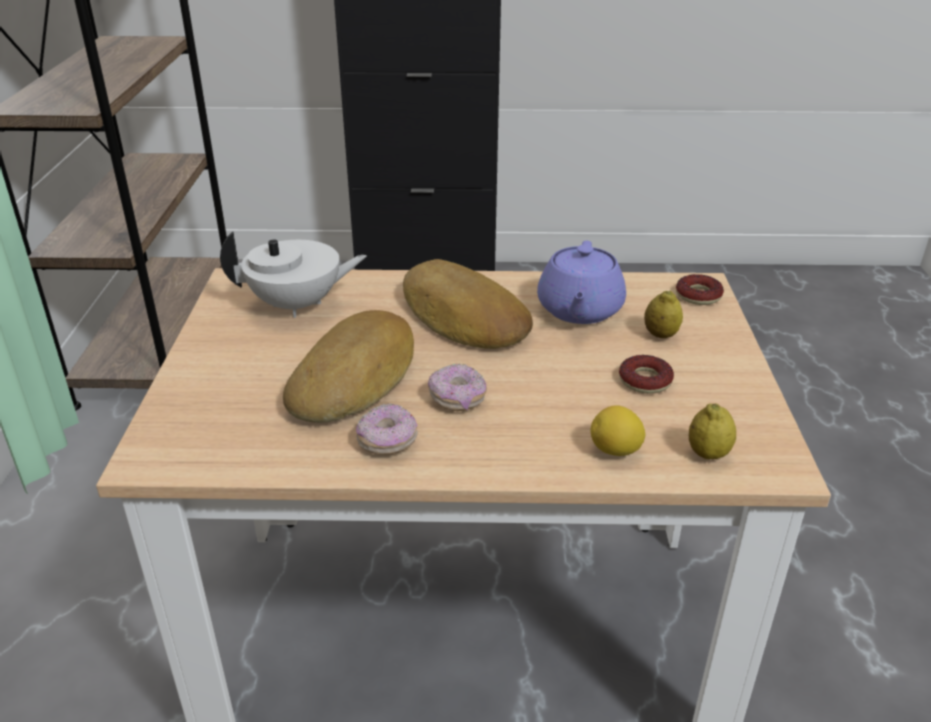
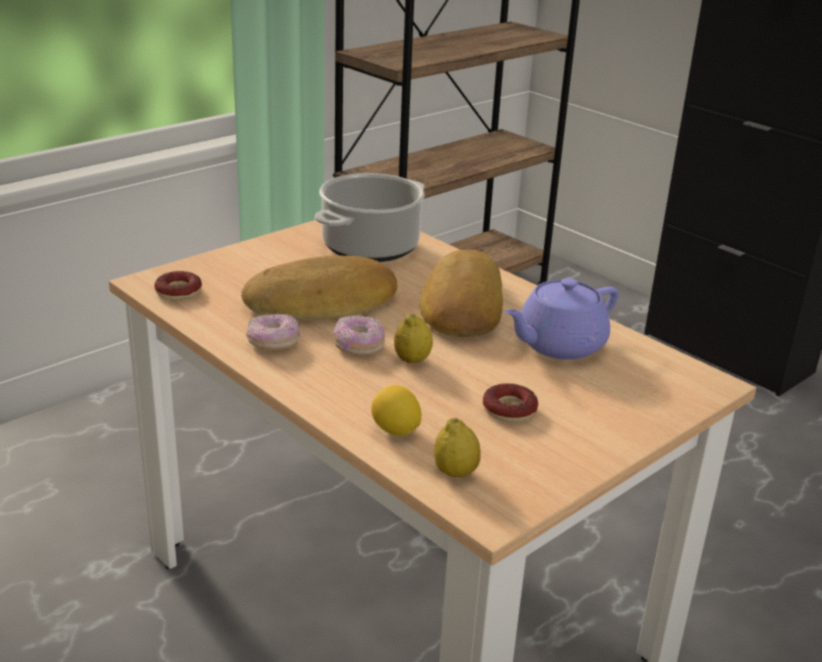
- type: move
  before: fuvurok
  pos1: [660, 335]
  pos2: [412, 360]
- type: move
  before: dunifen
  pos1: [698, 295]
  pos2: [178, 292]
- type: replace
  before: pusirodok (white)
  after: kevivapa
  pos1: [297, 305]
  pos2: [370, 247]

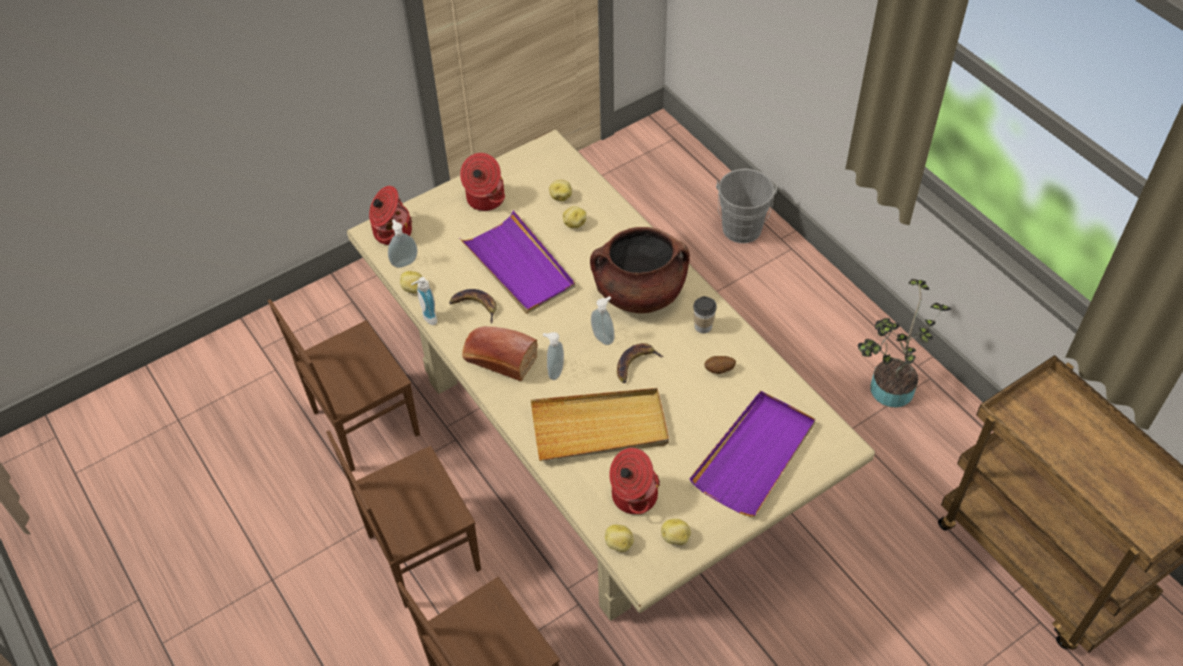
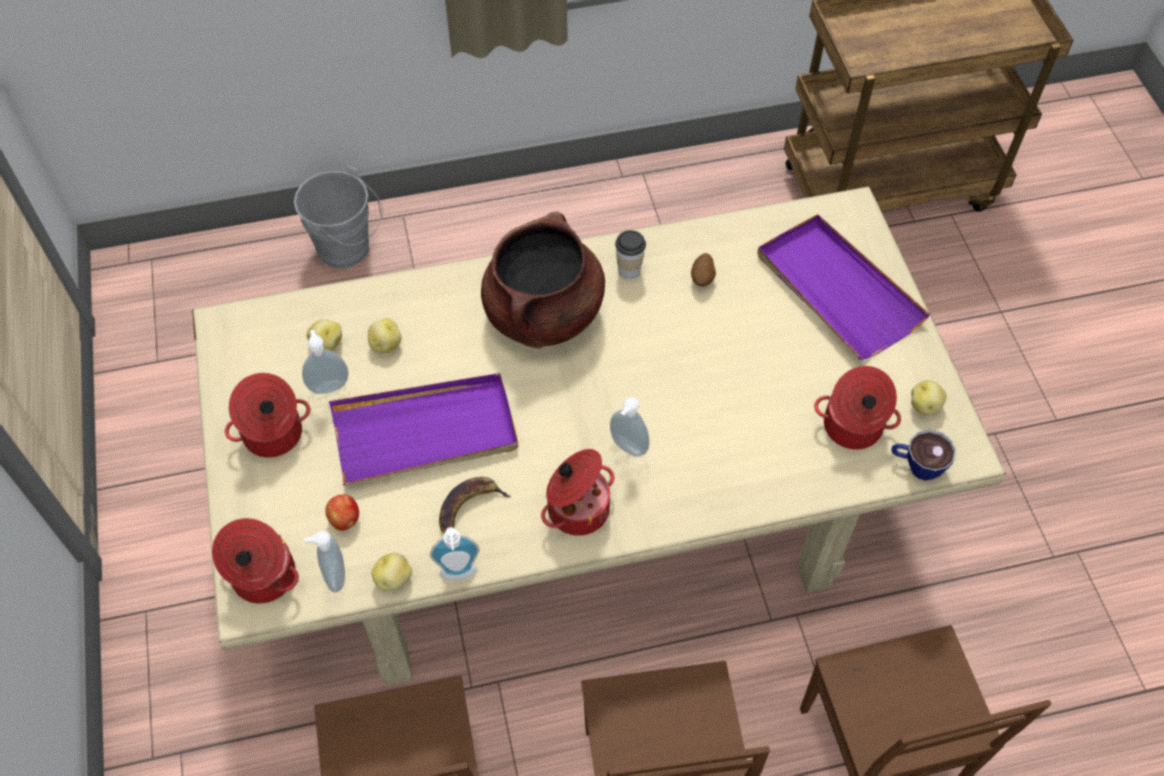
- type: delete
  before: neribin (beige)
  pos1: [600, 427]
- type: delete
  before: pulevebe
  pos1: [635, 364]
- type: delete
  before: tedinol
  pos1: [887, 391]
- type: insert
  after: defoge
  pos2: [345, 520]
- type: move
  before: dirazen
  pos1: [604, 337]
  pos2: [329, 385]
- type: replace
  before: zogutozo
  after: kevivapa
  pos1: [498, 359]
  pos2: [577, 508]
- type: replace
  before: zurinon
  after: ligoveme
  pos1: [619, 544]
  pos2: [916, 465]

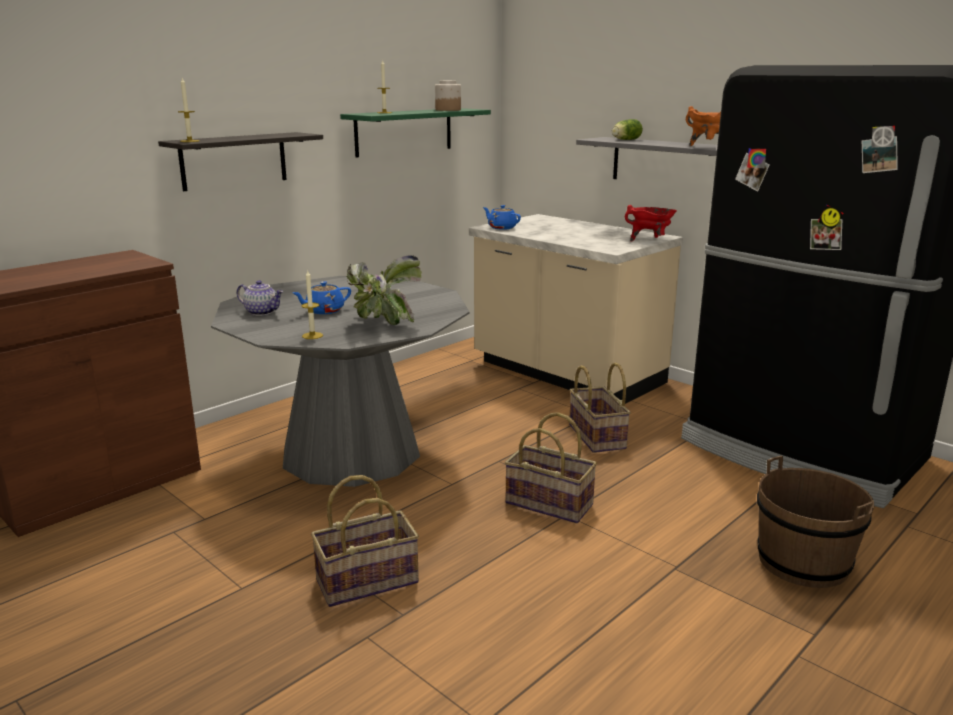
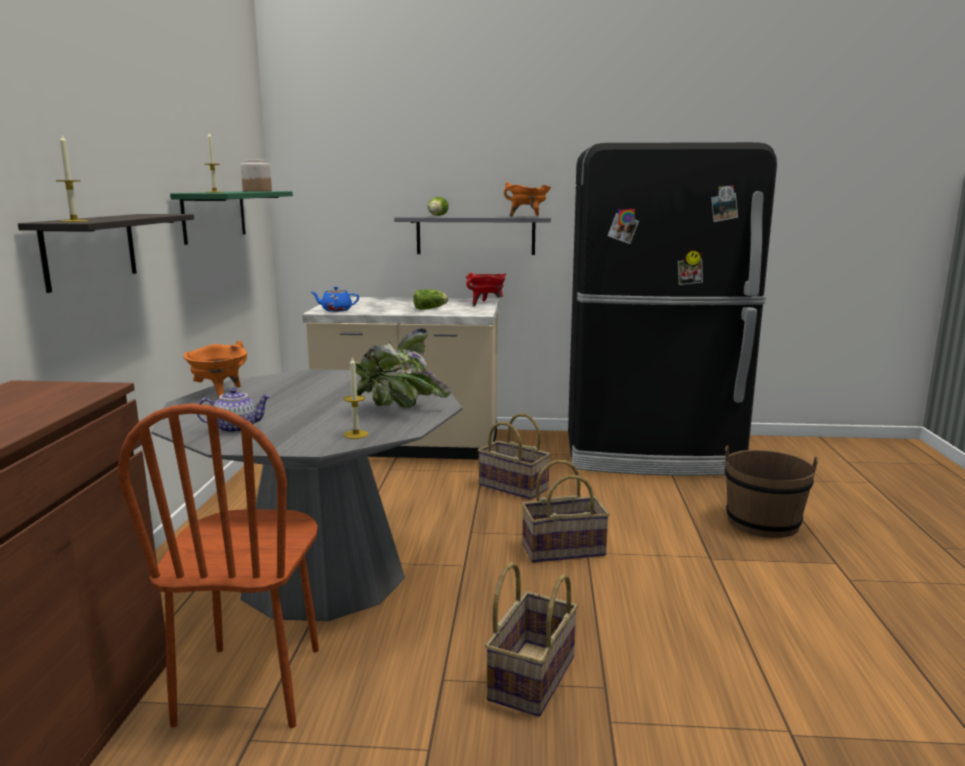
- type: delete
  before: pusirodok (blue)
  pos1: [324, 311]
- type: insert
  after: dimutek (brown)
  pos2: [251, 685]
- type: insert
  after: kevivapa (orange)
  pos2: [219, 393]
- type: insert
  after: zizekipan
  pos2: [431, 308]

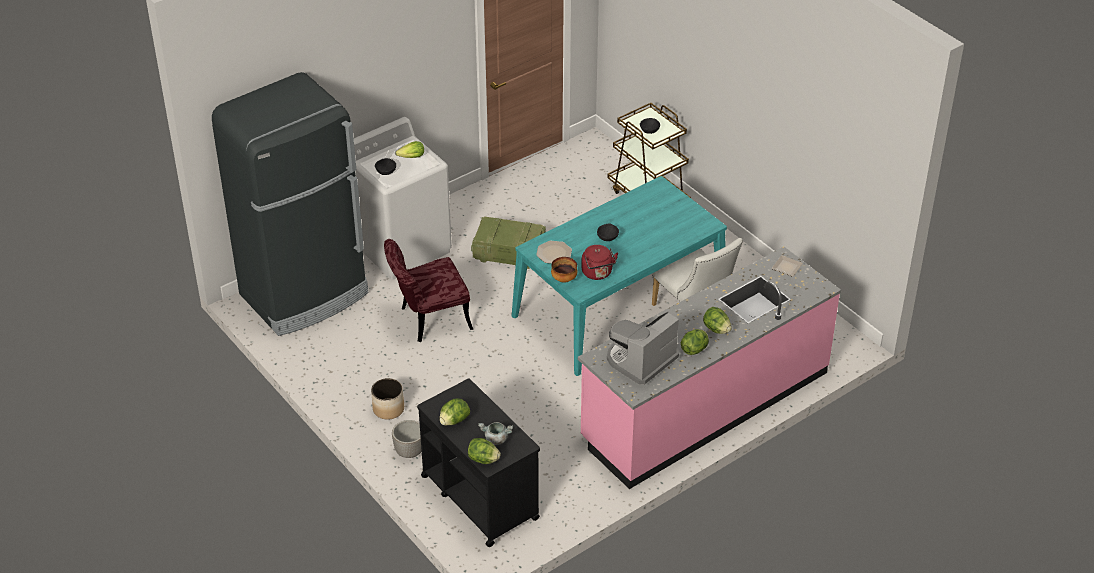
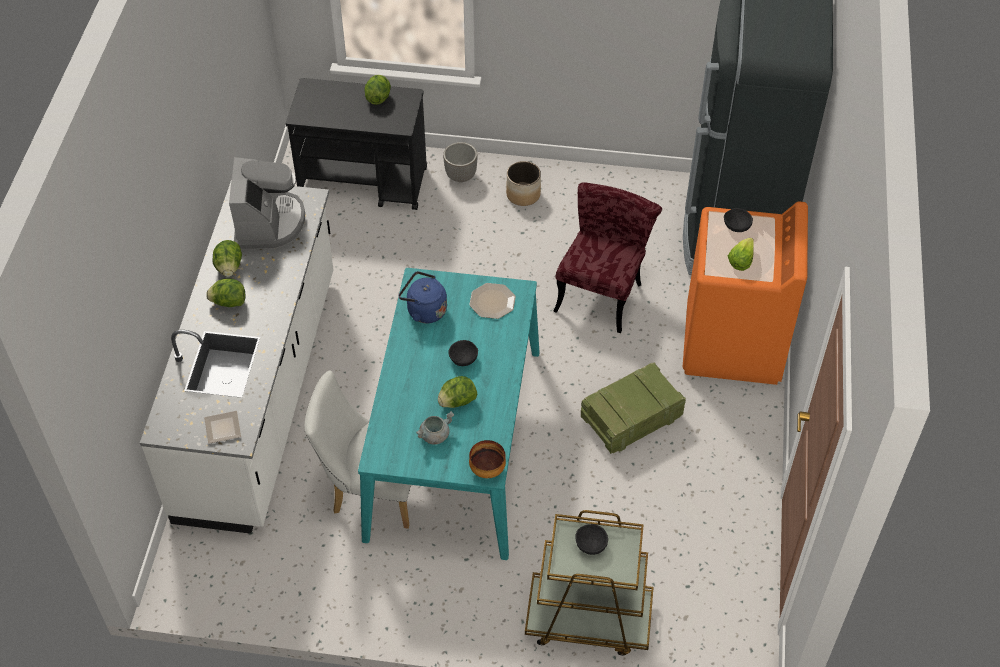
- type: move
  before: zizekipan
  pos1: [483, 459]
  pos2: [457, 401]
- type: move
  before: kevivapa (grey)
  pos1: [496, 439]
  pos2: [435, 435]
- type: move
  before: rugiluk
  pos1: [564, 279]
  pos2: [487, 470]
- type: recolor
  before: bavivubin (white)
  after: bavivubin (orange)
  pos1: [402, 247]
  pos2: [733, 344]
- type: recolor
  before: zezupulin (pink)
  after: zezupulin (white)
  pos1: [704, 406]
  pos2: [260, 394]
- type: recolor
  before: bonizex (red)
  after: bonizex (blue)
  pos1: [598, 273]
  pos2: [424, 310]

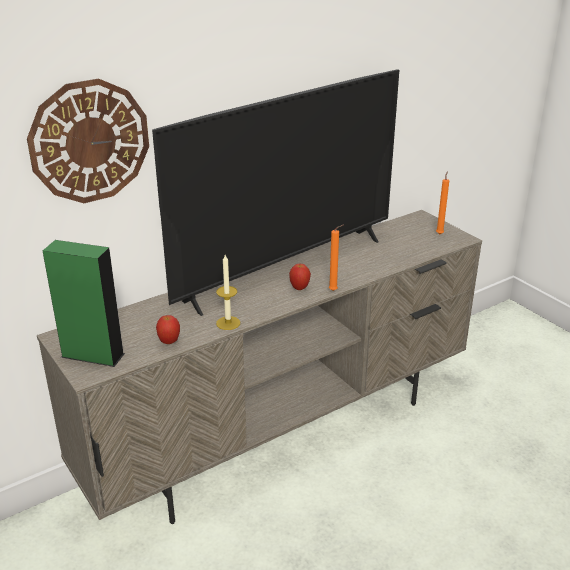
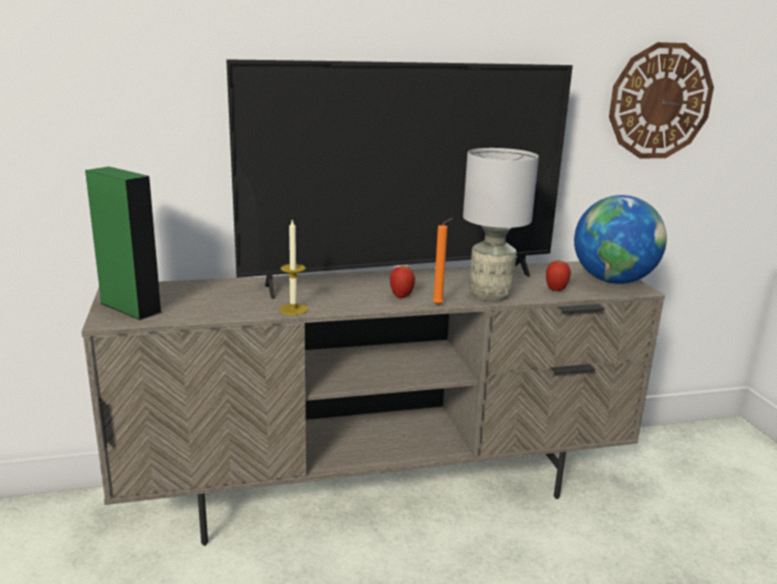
- type: insert
  after: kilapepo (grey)
  pos2: [491, 295]
- type: move
  before: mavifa
  pos1: [89, 141]
  pos2: [660, 101]
- type: move
  before: defoge
  pos1: [169, 342]
  pos2: [556, 290]
- type: replace
  before: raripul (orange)
  after: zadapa
  pos1: [439, 233]
  pos2: [613, 281]

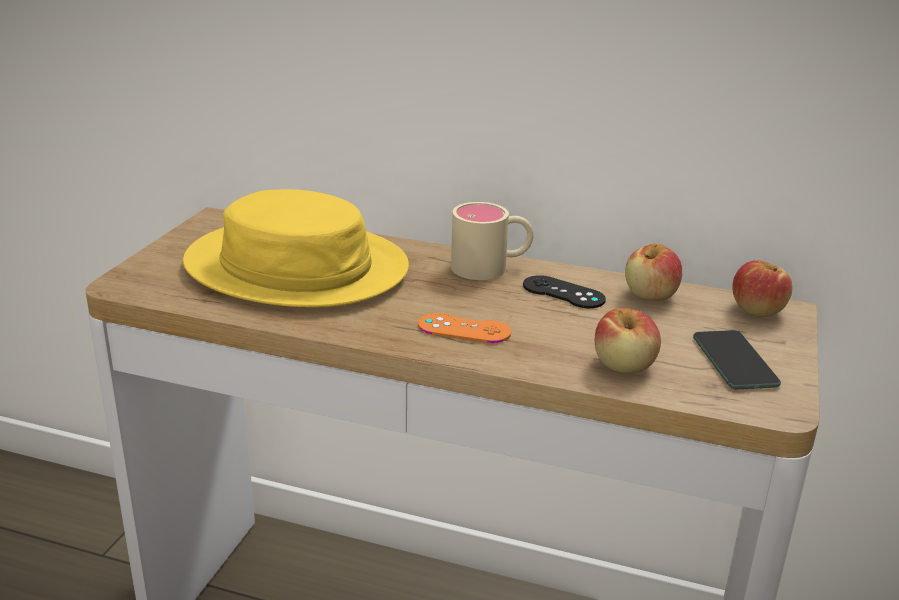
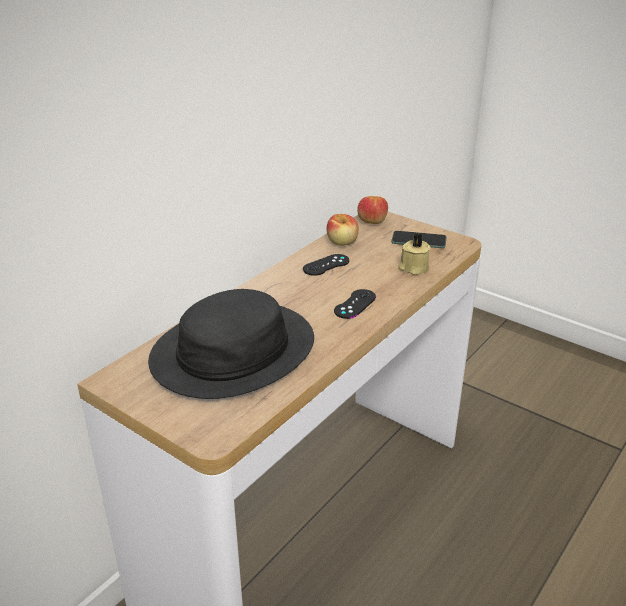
- type: delete
  before: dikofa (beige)
  pos1: [491, 267]
- type: replace
  before: defoge
  after: raripul (beige)
  pos1: [624, 365]
  pos2: [413, 268]
- type: recolor
  before: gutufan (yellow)
  after: gutufan (black)
  pos1: [297, 267]
  pos2: [233, 351]
- type: recolor
  before: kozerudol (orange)
  after: kozerudol (black)
  pos1: [464, 329]
  pos2: [355, 304]

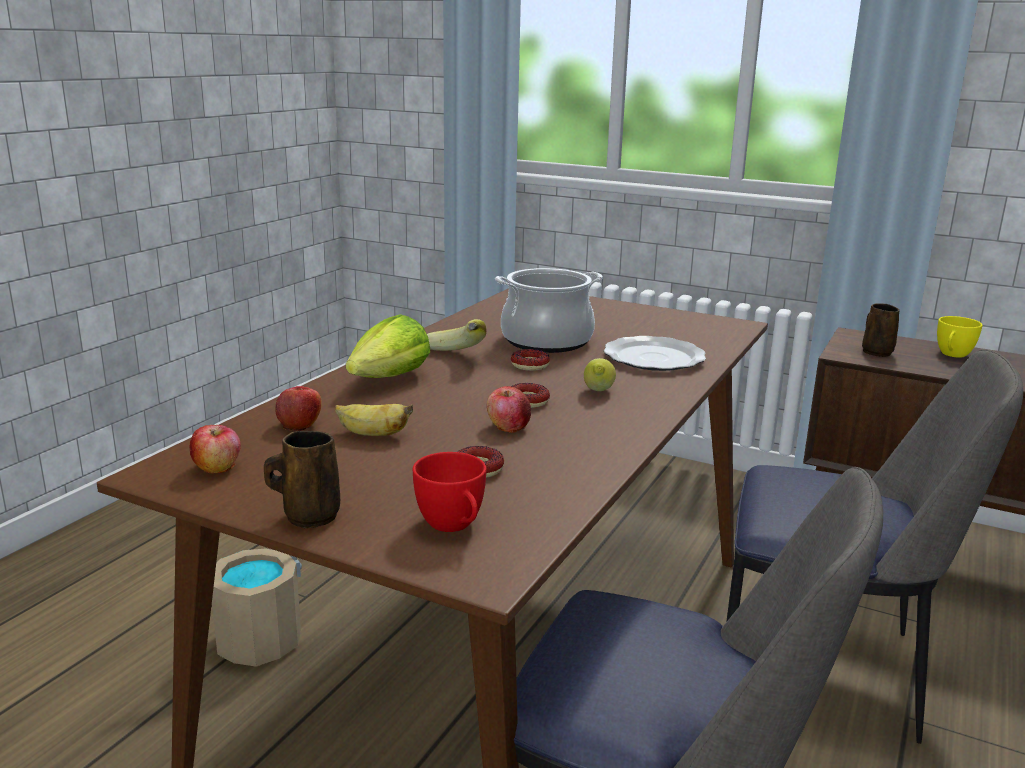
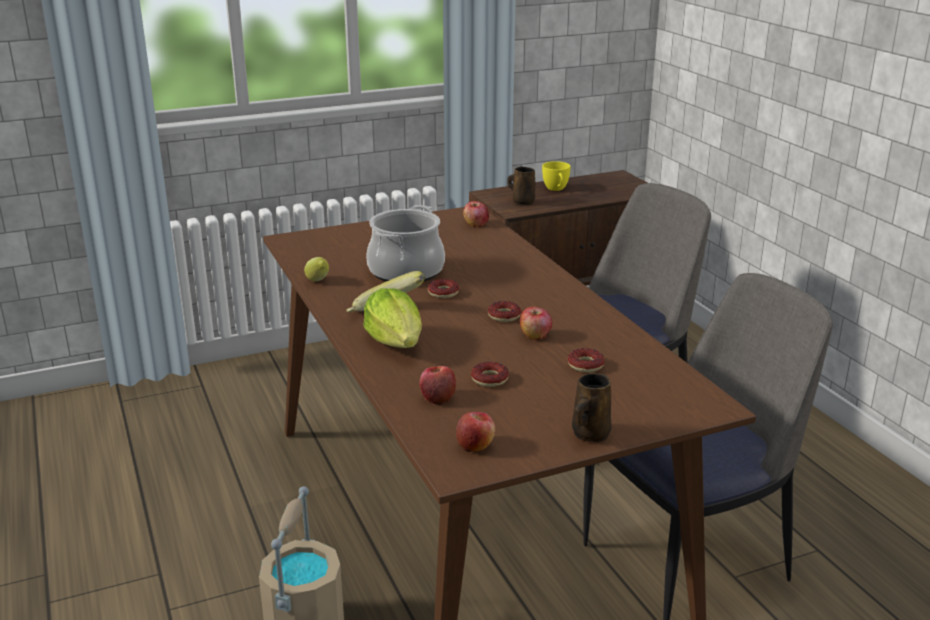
- type: delete
  before: ligoveme (red)
  pos1: [454, 526]
- type: delete
  before: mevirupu
  pos1: [655, 358]
- type: insert
  after: defoge
  pos2: [476, 224]
- type: move
  before: fuvurok
  pos1: [598, 392]
  pos2: [318, 281]
- type: replace
  before: pulevebe
  after: dunifen
  pos1: [372, 434]
  pos2: [489, 379]

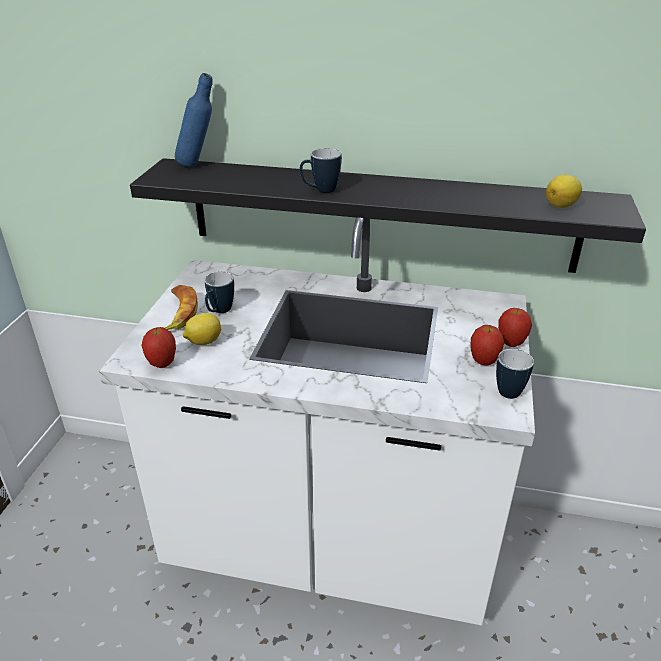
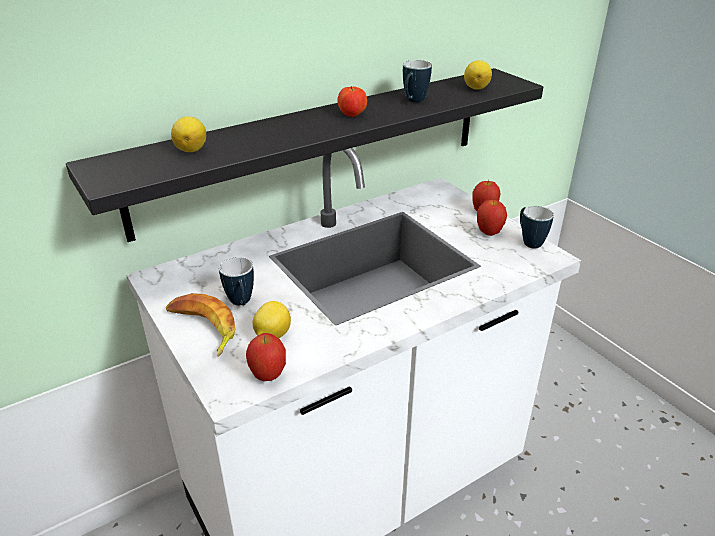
- type: delete
  before: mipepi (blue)
  pos1: [198, 165]
- type: insert
  after: fuvurok
  pos2: [192, 149]
- type: insert
  after: defoge
  pos2: [352, 115]
- type: move
  before: dikofa
  pos1: [320, 191]
  pos2: [413, 101]

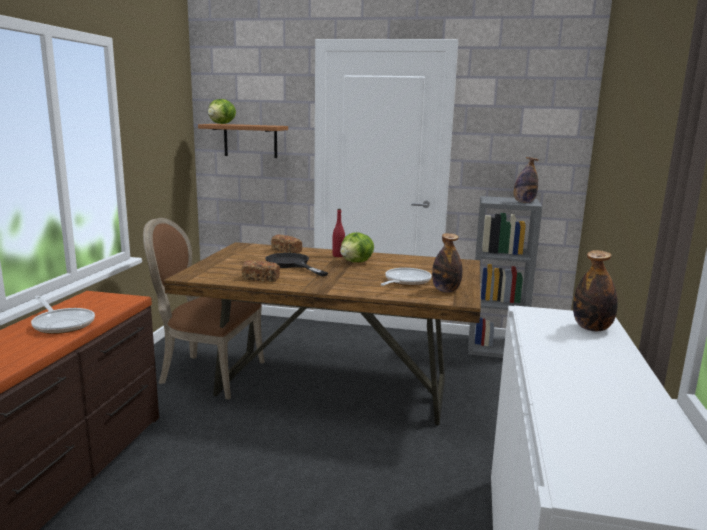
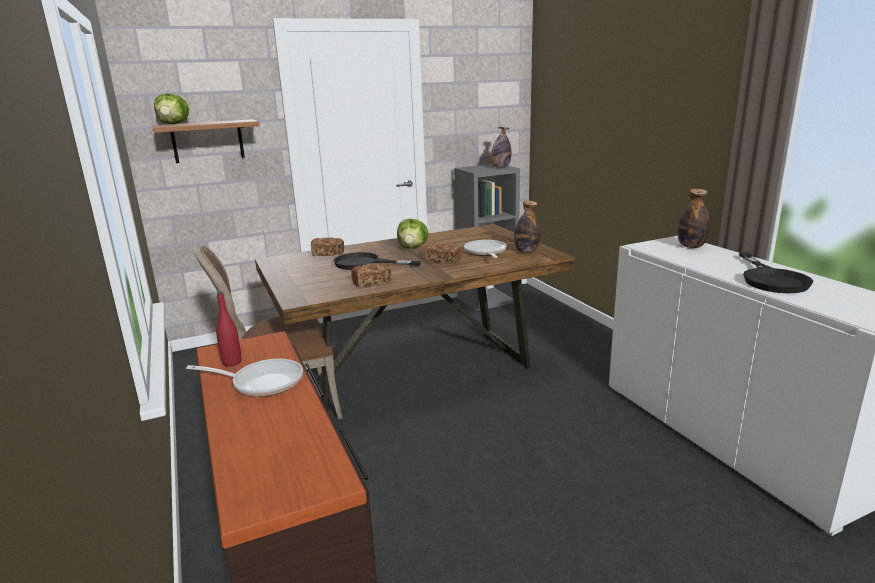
- type: insert
  after: zogutozo
  pos2: [443, 260]
- type: insert
  after: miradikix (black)
  pos2: [771, 279]
- type: move
  before: mipepi (red)
  pos1: [338, 256]
  pos2: [232, 362]

